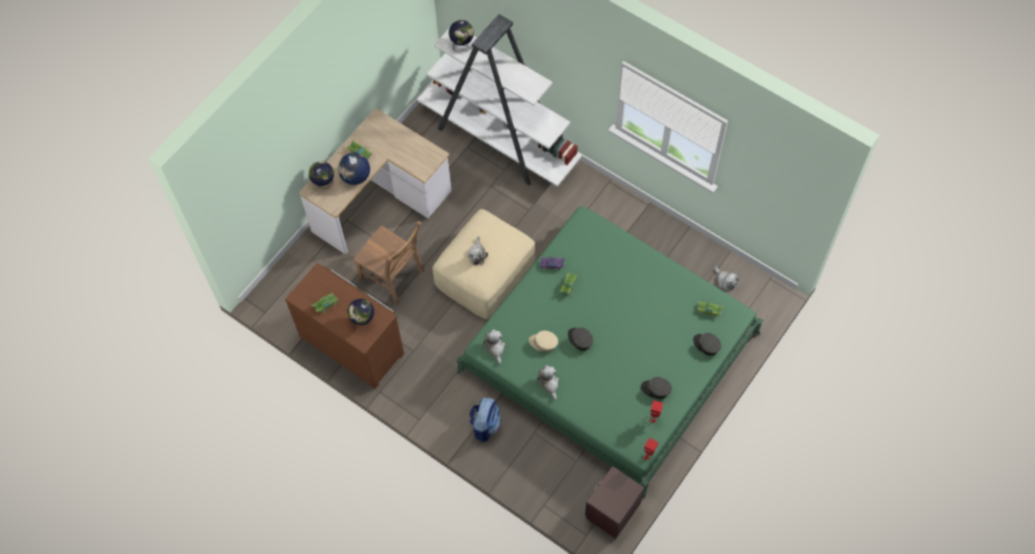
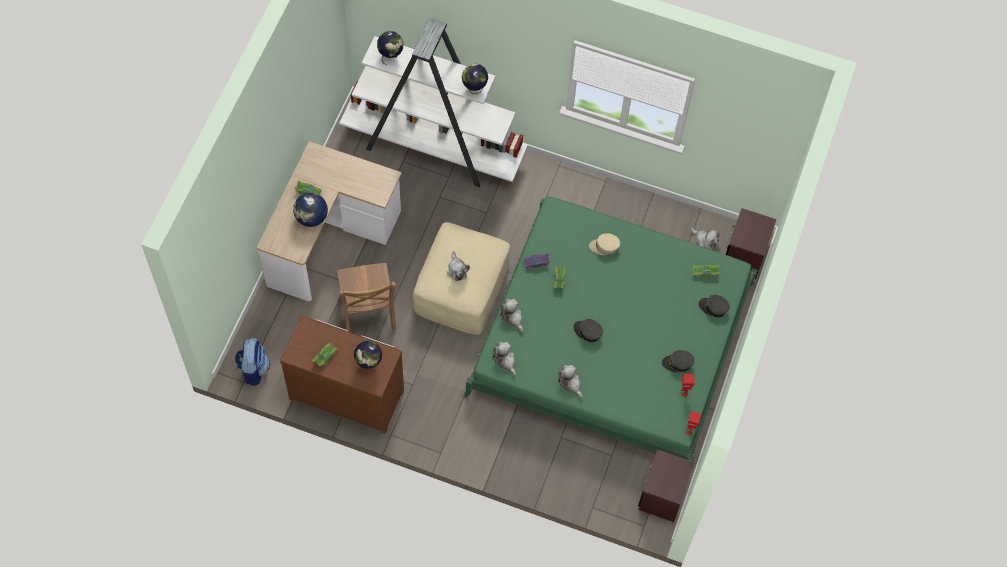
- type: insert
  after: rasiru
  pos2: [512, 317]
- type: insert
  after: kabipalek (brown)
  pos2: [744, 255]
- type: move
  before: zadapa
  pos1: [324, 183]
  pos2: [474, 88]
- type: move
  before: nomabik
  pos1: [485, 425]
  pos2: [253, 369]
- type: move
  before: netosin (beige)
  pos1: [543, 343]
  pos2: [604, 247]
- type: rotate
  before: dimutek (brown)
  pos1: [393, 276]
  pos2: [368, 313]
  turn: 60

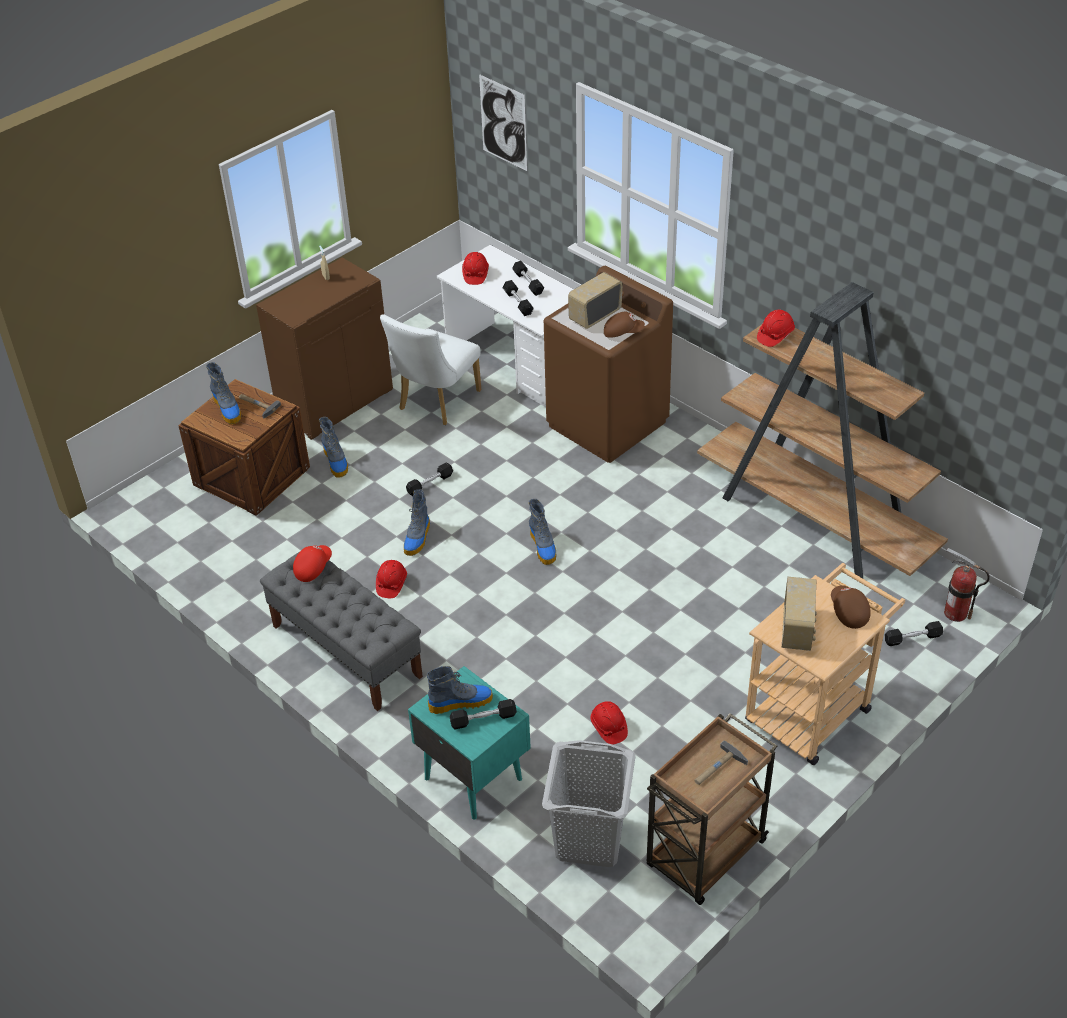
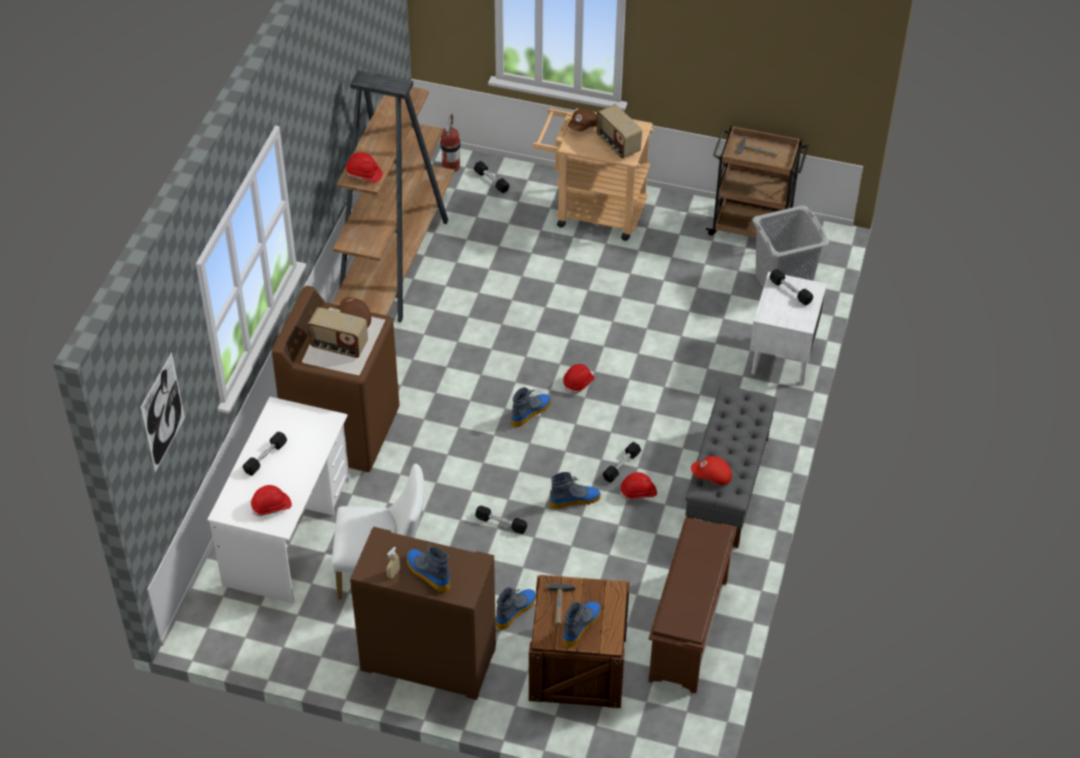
- type: insert
  after: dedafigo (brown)
  pos2: [689, 631]
- type: move
  before: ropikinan
  pos1: [461, 702]
  pos2: [427, 573]
- type: move
  before: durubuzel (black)
  pos1: [518, 303]
  pos2: [621, 466]
- type: move
  before: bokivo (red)
  pos1: [608, 727]
  pos2: [578, 383]
- type: recolor
  before: kabipalek (turquoise)
  after: kabipalek (white)
  pos1: [472, 777]
  pos2: [782, 359]
- type: rotate
  before: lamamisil
  pos1: [797, 629]
  pos2: [617, 144]
  turn: -105

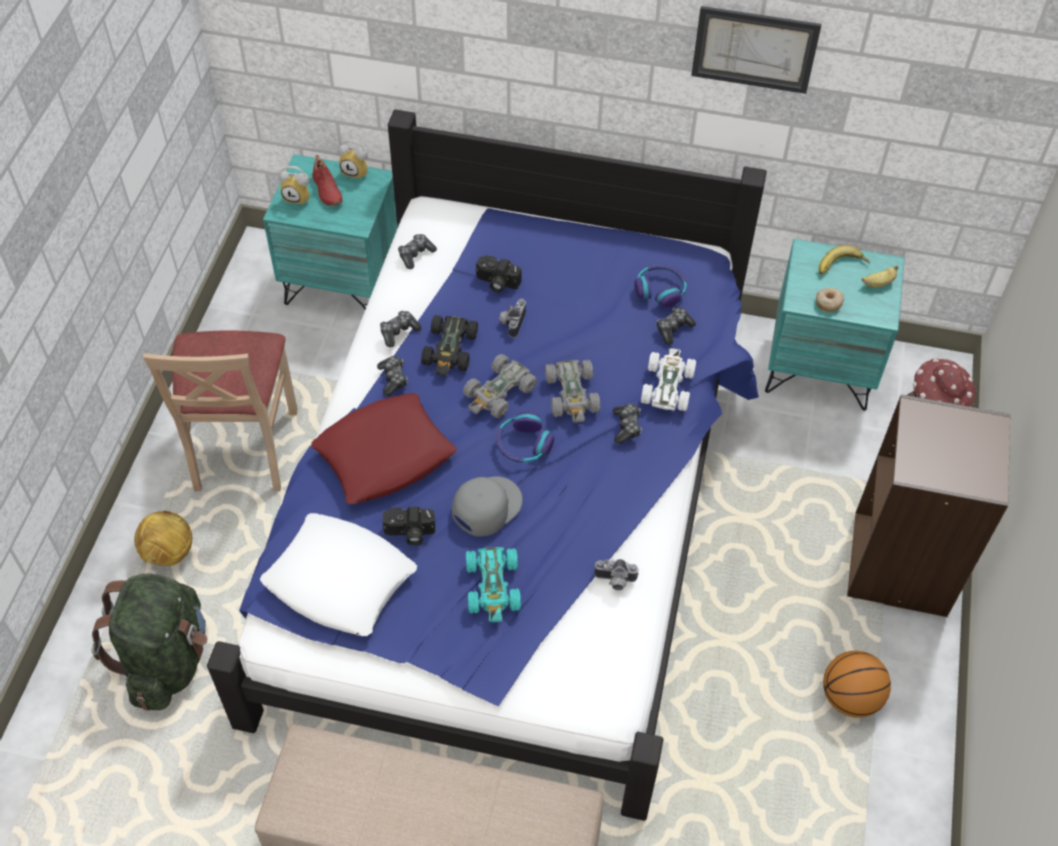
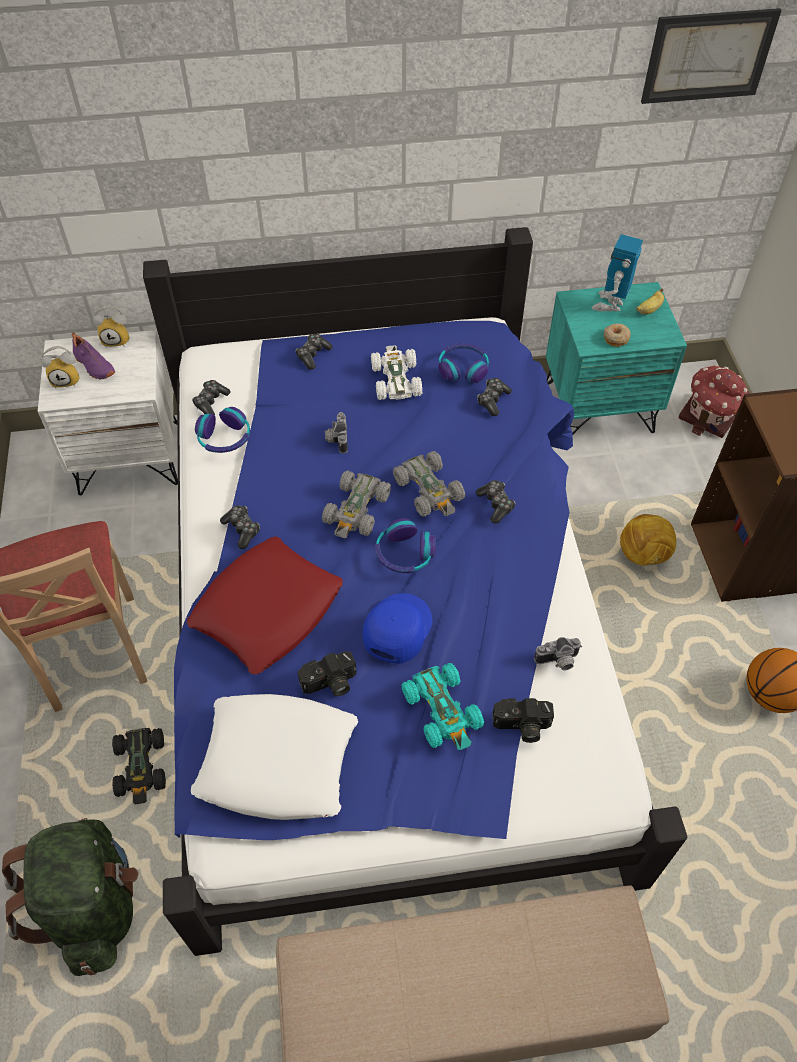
- type: insert
  after: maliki
  pos2: [224, 438]
- type: move
  before: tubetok
  pos1: [169, 553]
  pos2: [643, 555]
- type: move
  before: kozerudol
  pos1: [399, 332]
  pos2: [313, 355]
- type: move
  before: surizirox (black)
  pos1: [450, 350]
  pos2: [141, 767]
- type: move
  before: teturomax
  pos1: [496, 282]
  pos2: [521, 727]
- type: move
  before: surizirox (white)
  pos1: [667, 386]
  pos2: [395, 380]
- type: move
  before: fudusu
  pos1: [754, 49]
  pos2: [708, 56]
- type: replace
  before: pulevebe
  after: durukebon
  pos1: [841, 266]
  pos2: [610, 304]
- type: recolor
  before: kabipalek (turquoise)
  after: kabipalek (white)
  pos1: [343, 282]
  pos2: [130, 457]
- type: recolor
  before: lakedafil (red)
  after: lakedafil (purple)
  pos1: [326, 190]
  pos2: [93, 366]
- type: recolor
  before: netosin (grey)
  after: netosin (blue)
  pos1: [486, 506]
  pos2: [396, 628]

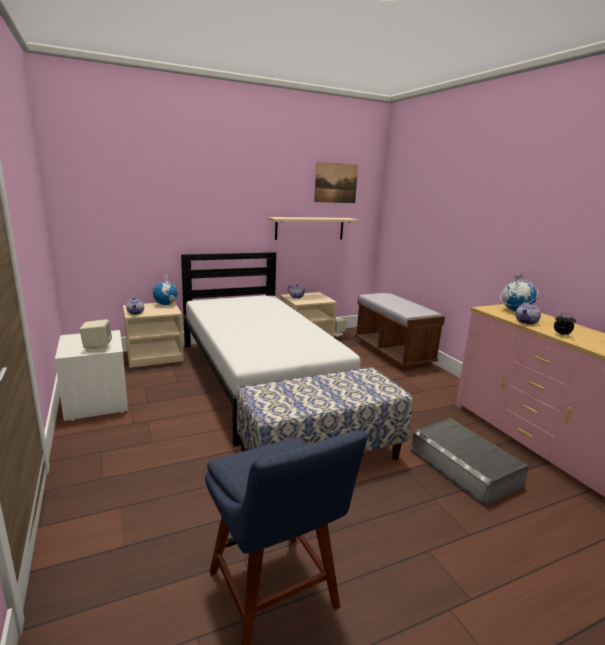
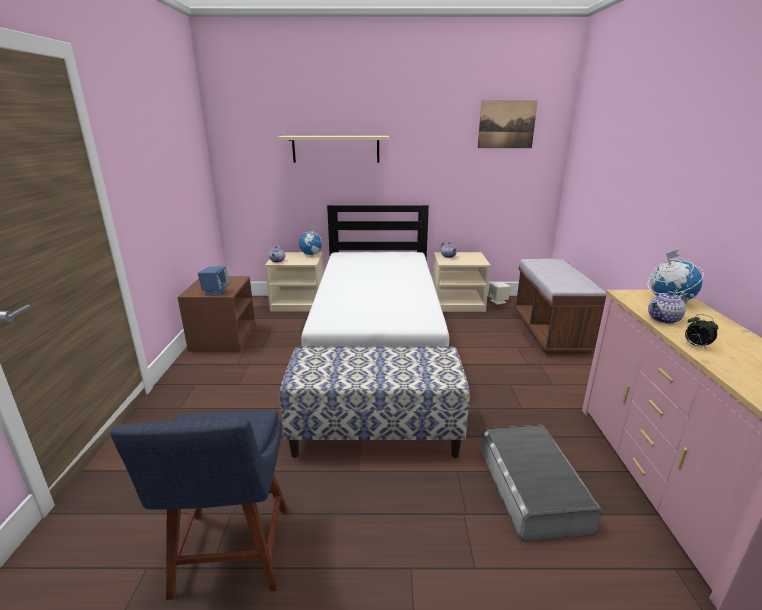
- type: move
  before: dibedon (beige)
  pos1: [310, 228]
  pos2: [335, 149]
- type: recolor
  before: kabipalek (white)
  after: kabipalek (brown)
  pos1: [96, 401]
  pos2: [223, 338]
- type: recolor
  before: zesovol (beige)
  after: zesovol (blue)
  pos1: [97, 348]
  pos2: [215, 292]

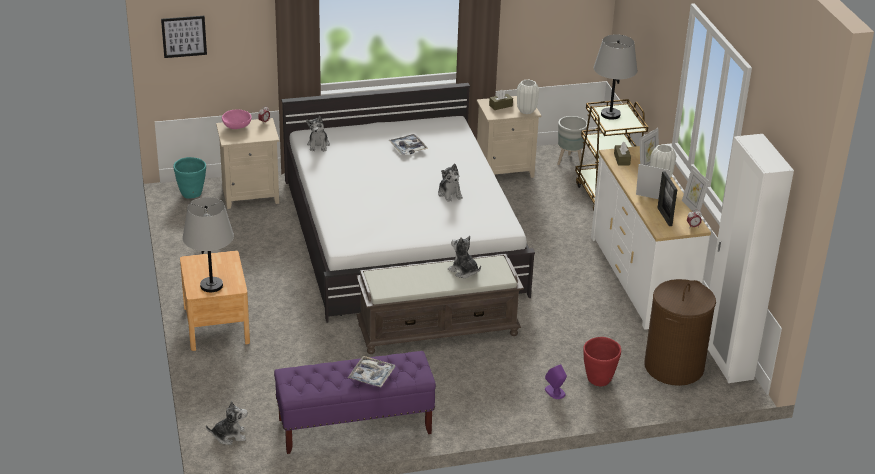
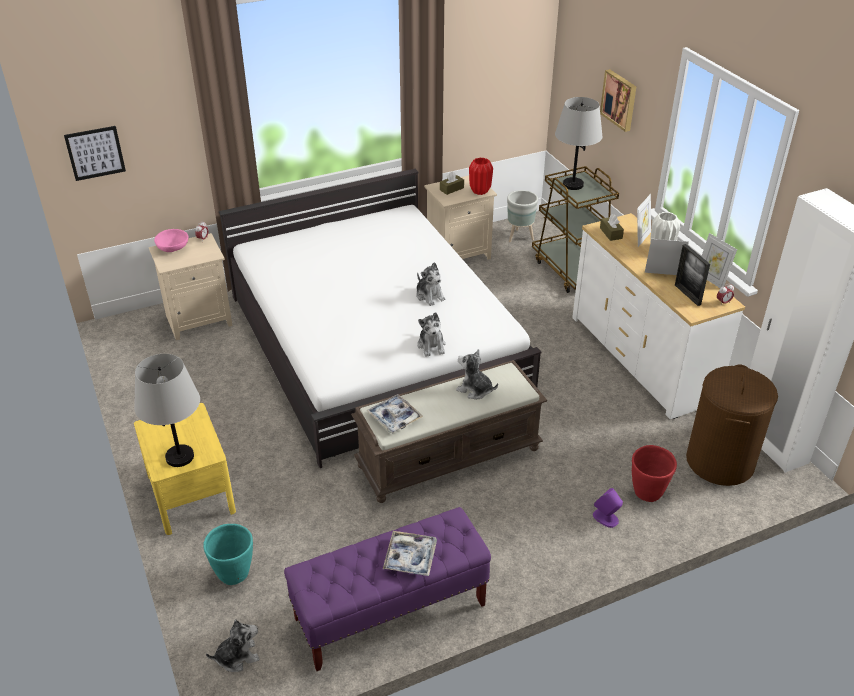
- type: insert
  after: fudusu
  pos2: [620, 100]
- type: move
  before: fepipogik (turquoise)
  pos1: [192, 194]
  pos2: [234, 574]
- type: move
  before: rasiru
  pos1: [318, 145]
  pos2: [431, 346]
- type: move
  before: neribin
  pos1: [408, 148]
  pos2: [394, 417]
- type: recolor
  before: kabipalek (brown)
  after: kabipalek (yellow)
  pos1: [216, 325]
  pos2: [191, 493]
- type: recolor
  before: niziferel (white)
  after: niziferel (red)
  pos1: [526, 111]
  pos2: [480, 191]

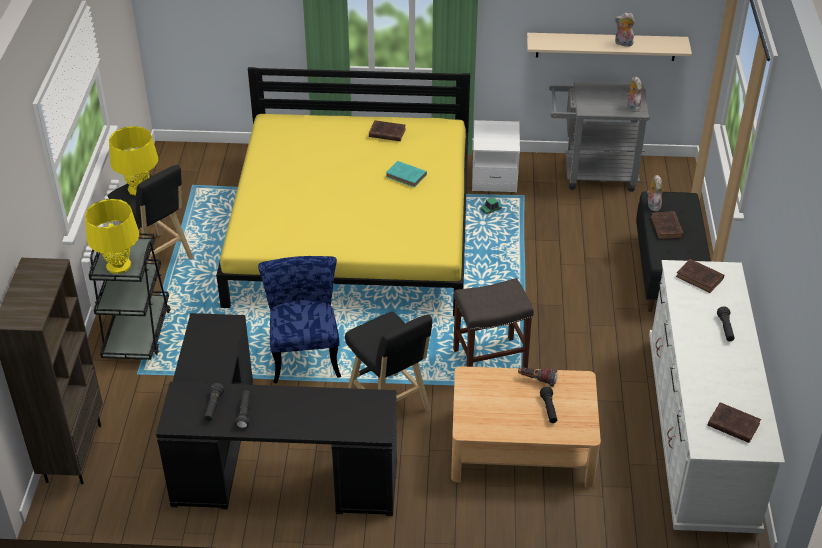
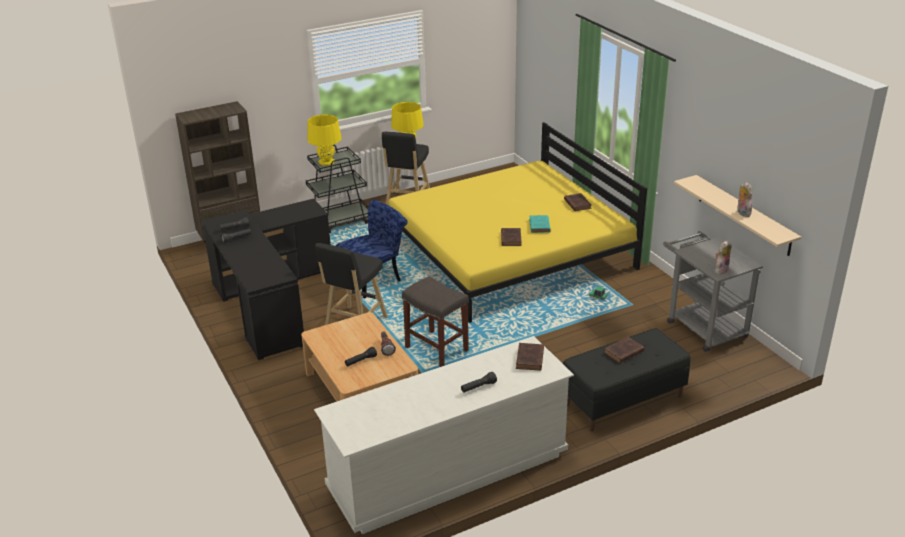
- type: delete
  before: kabipalek (white)
  pos1: [494, 177]
- type: delete
  before: rasiru
  pos1: [652, 205]
- type: move
  before: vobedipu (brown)
  pos1: [732, 424]
  pos2: [511, 238]

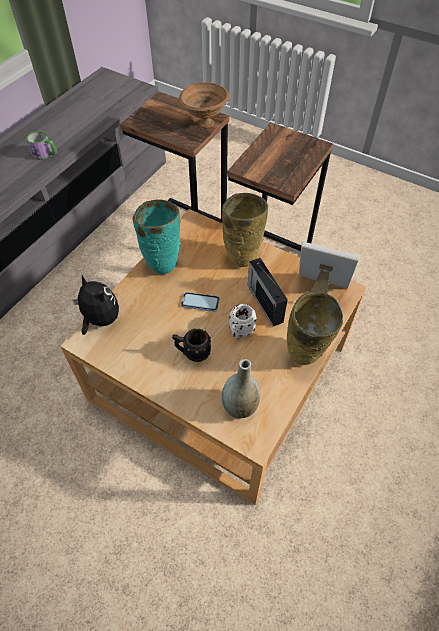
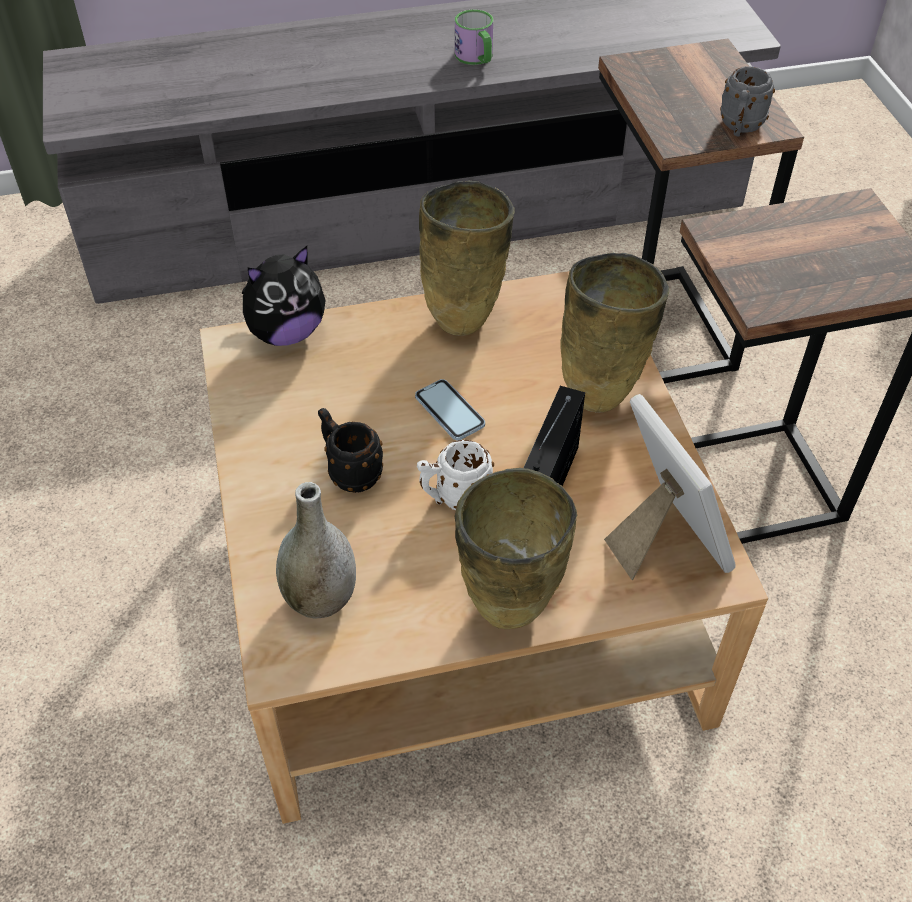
- type: replace
  before: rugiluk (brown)
  after: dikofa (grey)
  pos1: [204, 124]
  pos2: [739, 127]
- type: recolor
  before: niziferel (turquoise)
  after: niziferel (beige)
  pos1: [163, 263]
  pos2: [466, 318]
- type: rotate
  before: rasiru
  pos1: [100, 320]
  pos2: [286, 332]
  turn: 60

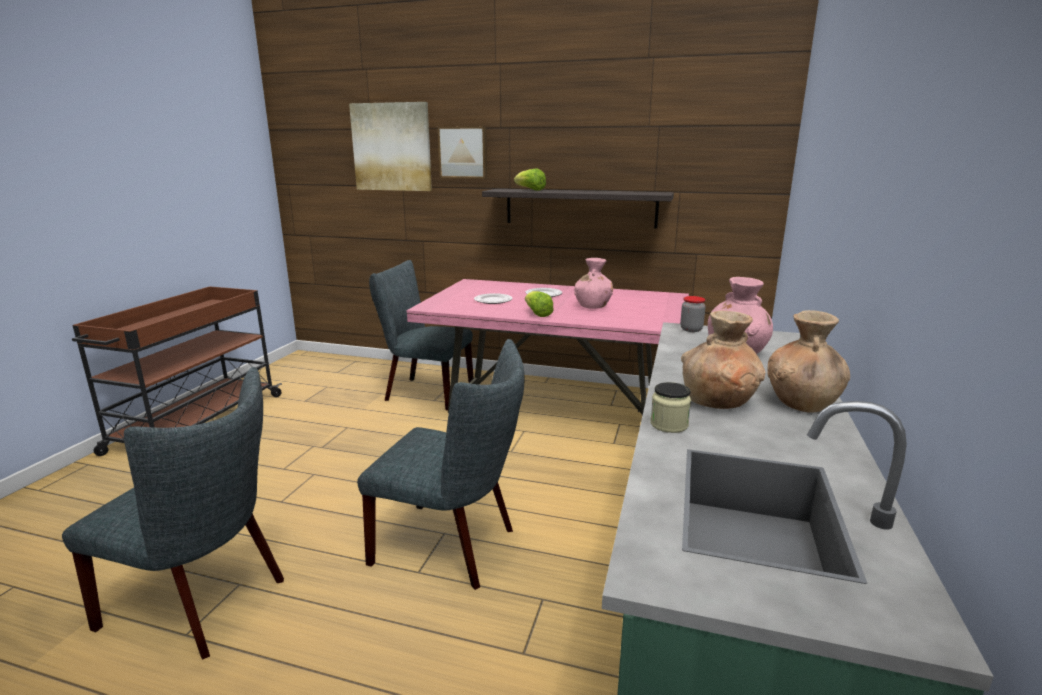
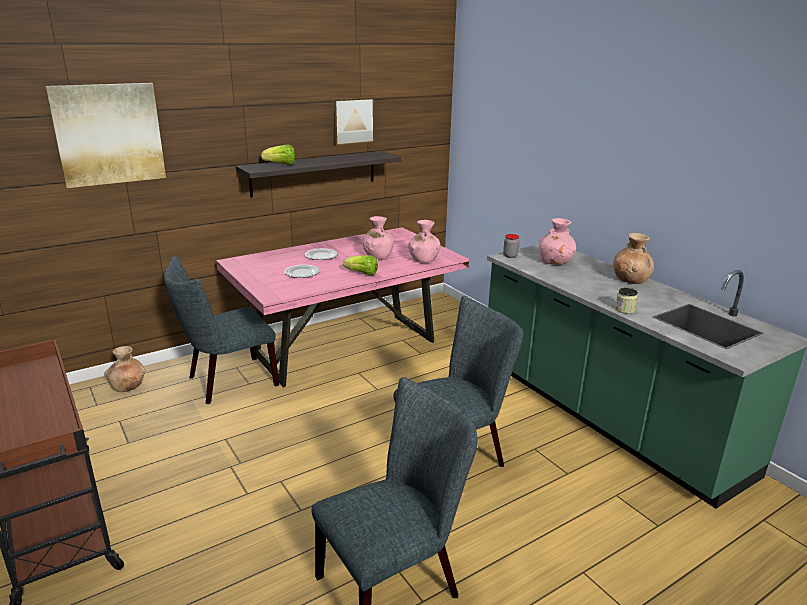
- type: insert
  after: niziferel (pink)
  pos2: [424, 260]
- type: move
  before: fudusu
  pos1: [463, 152]
  pos2: [352, 120]
- type: move
  before: niziferel (brown)
  pos1: [718, 401]
  pos2: [128, 386]

